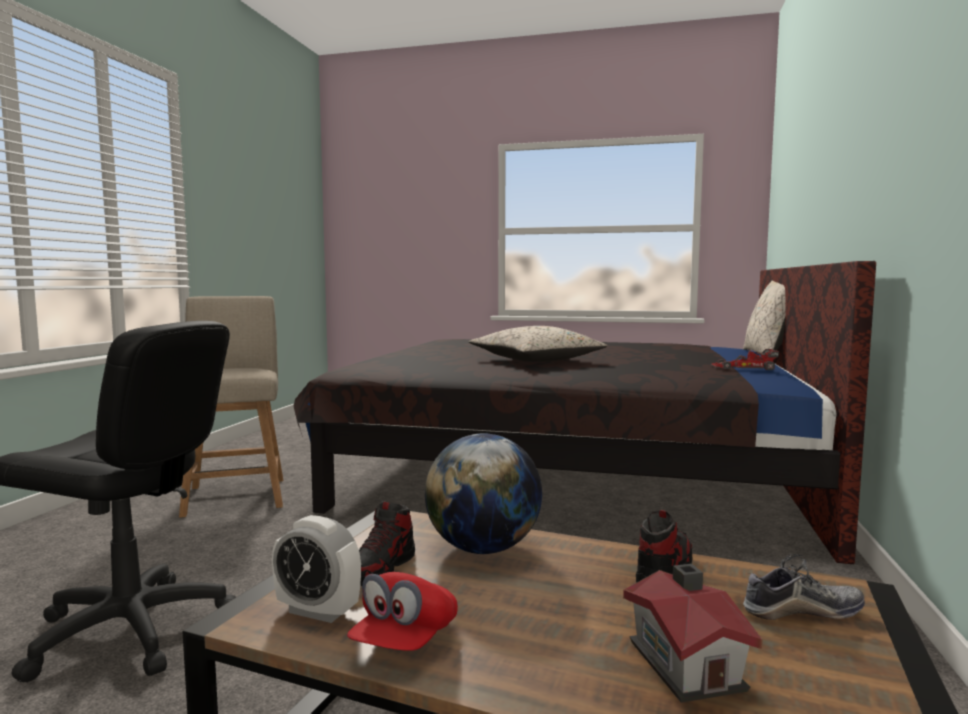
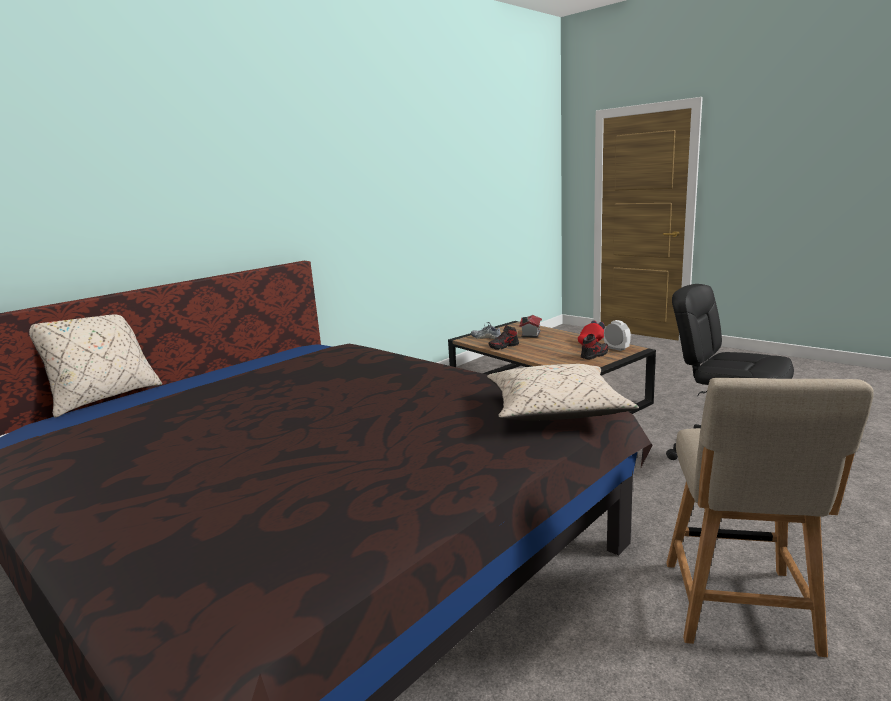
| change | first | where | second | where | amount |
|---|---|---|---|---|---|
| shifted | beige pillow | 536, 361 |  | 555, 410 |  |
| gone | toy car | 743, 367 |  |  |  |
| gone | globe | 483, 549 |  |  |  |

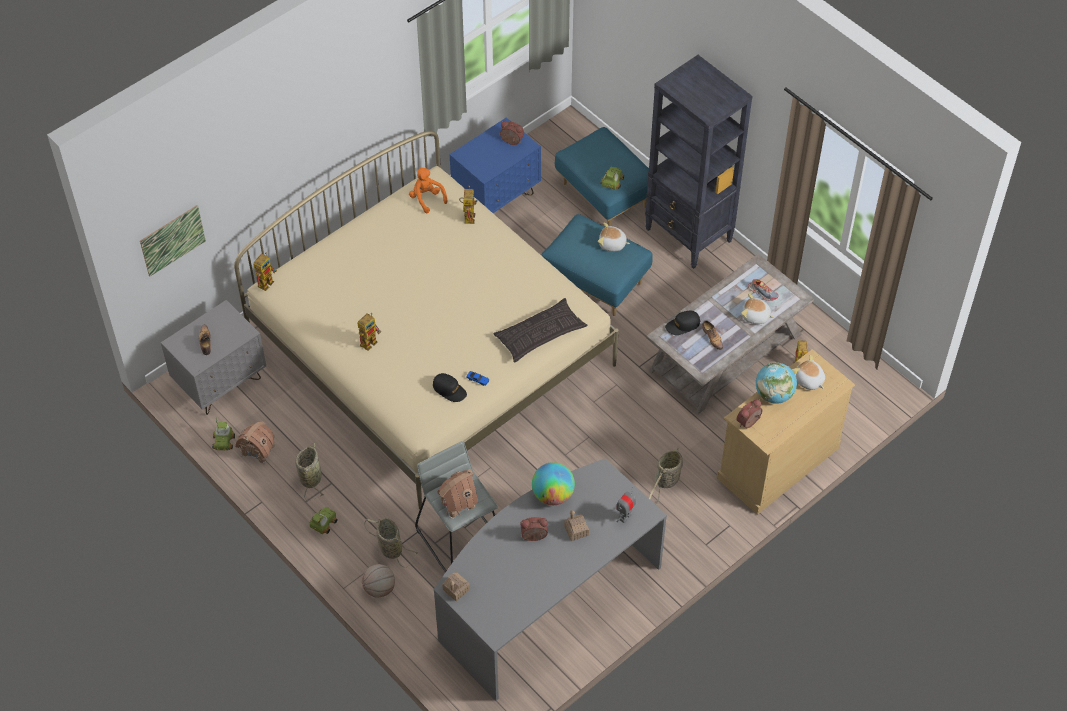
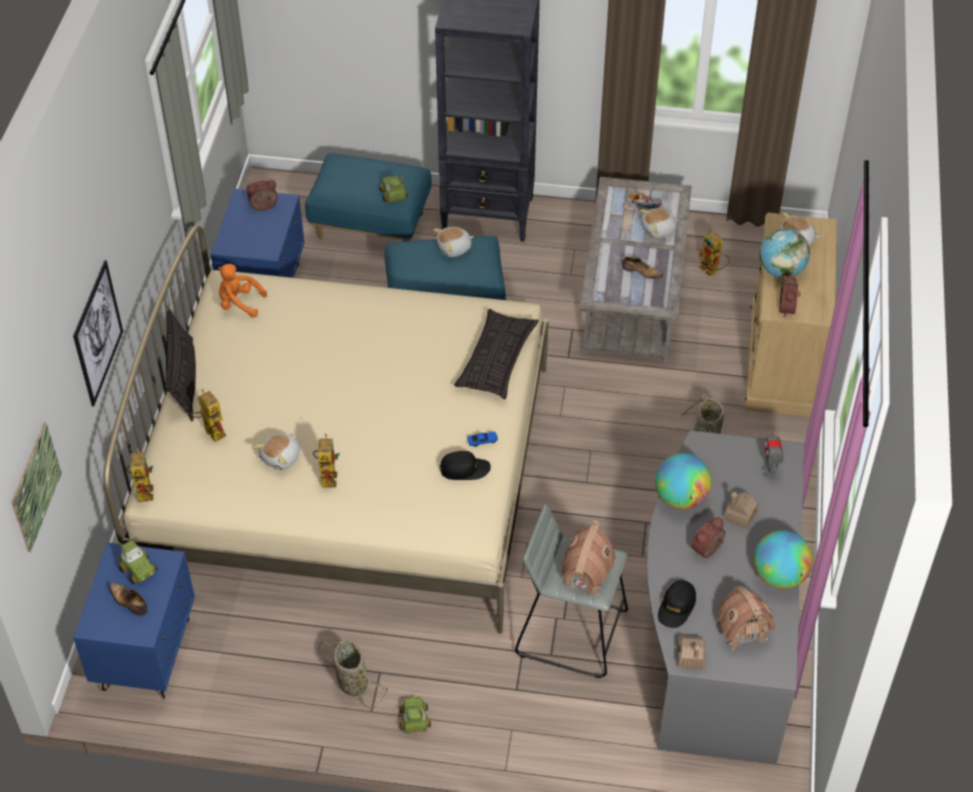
| change | first | where | second | where | amount |
|---|---|---|---|---|---|
| shifted | toy robot | 468, 215 |  | 211, 431 |  |
| repainted | grey nightstand | 221, 383 | blue nightstand | 146, 655 |  |
| shifted | black cap | 682, 325 |  | 676, 607 |  |
| shifted | toy car | 224, 442 |  | 139, 569 |  |
| shifted | toy house | 258, 450 |  | 742, 630 |  |
| gone | basket | 389, 548 |  |  |  |
| gone | basketball | 379, 589 |  |  |  |
| new |  |  | picture | 98, 333 |  |
| new |  |  | pillow | 184, 379 |  |
| new |  |  | plush toy | 281, 457 |  |
| new |  |  | globe | 779, 576 |  |

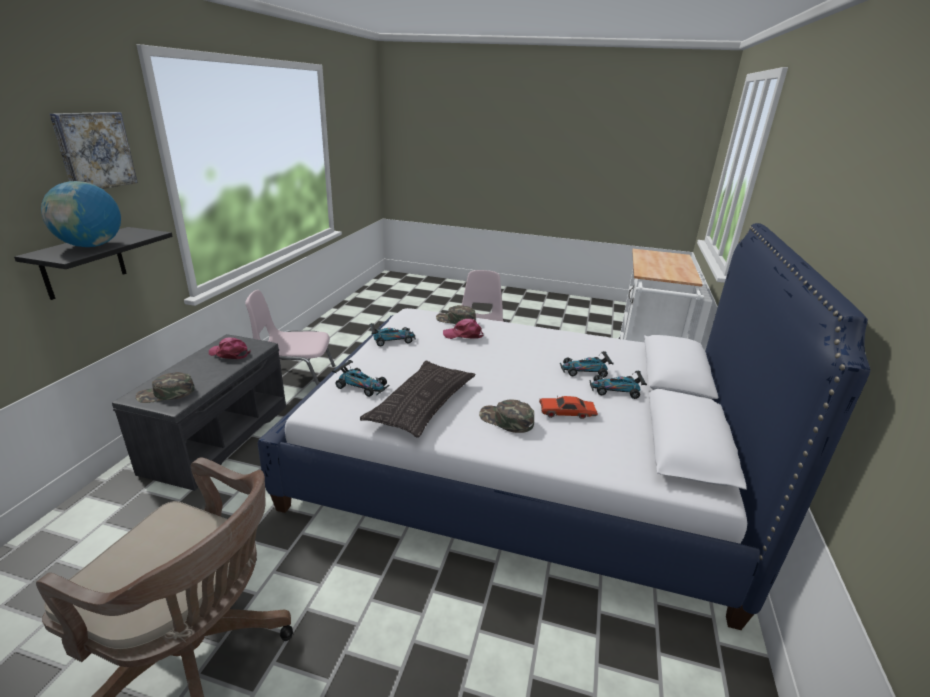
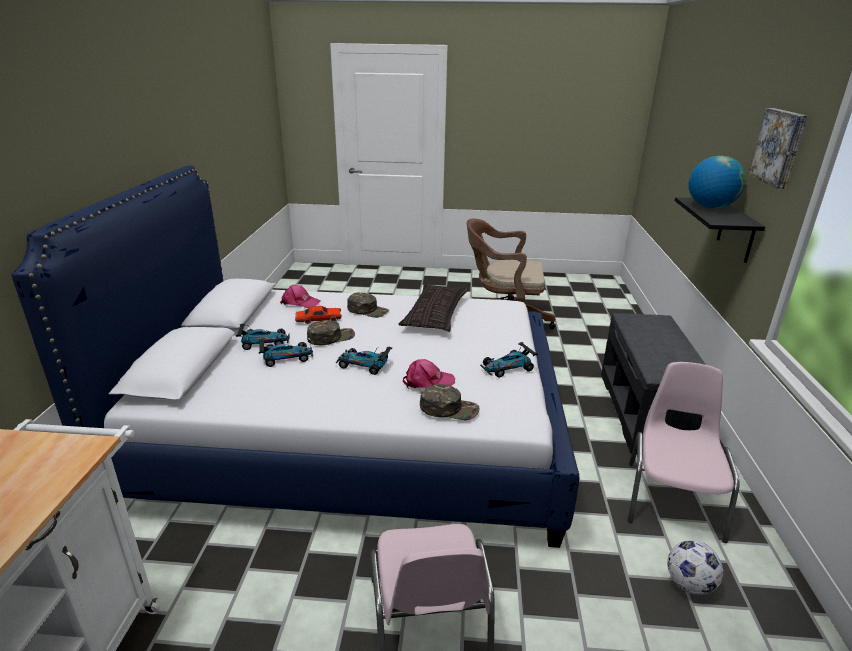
| change | first | where | second | where | amount |
|---|---|---|---|---|---|
| rotated | pink chair | 296, 379 |  | 672, 498 | 60 degrees counterclockwise |
| shifted | pink cap | 229, 353 |  | 300, 302 |  |
| shifted | toy car | 361, 386 |  | 364, 364 |  |
| shifted | green cap | 166, 394 |  | 331, 337 |  |
| new |  |  | football | 689, 584 |  |

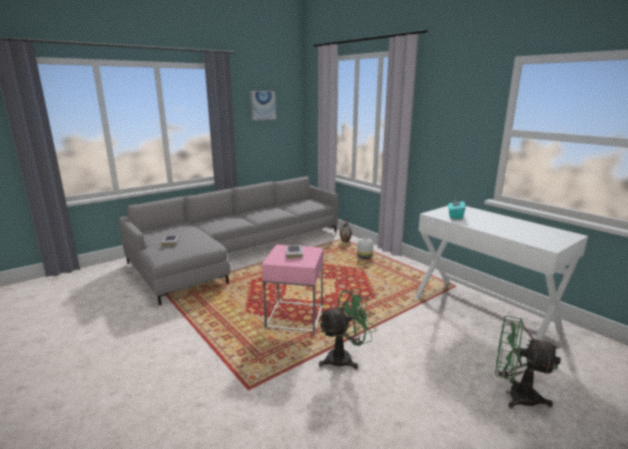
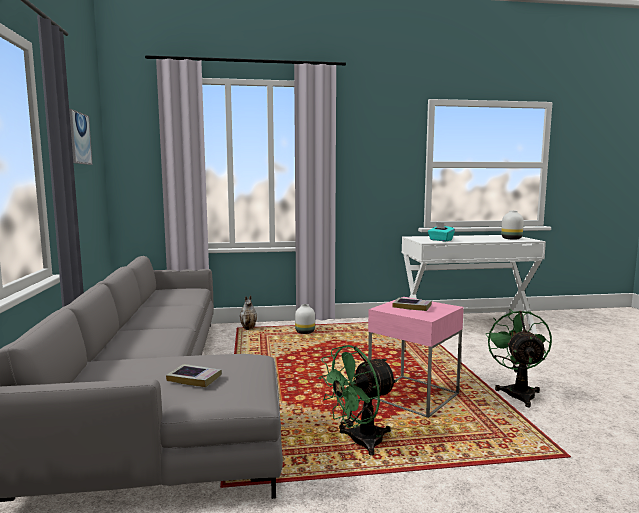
| change | first | where | second | where | amount |
|---|---|---|---|---|---|
| shifted | green fan | 514, 395 |  | 359, 442 |  |
| new |  |  | white vase | 511, 239 |  |

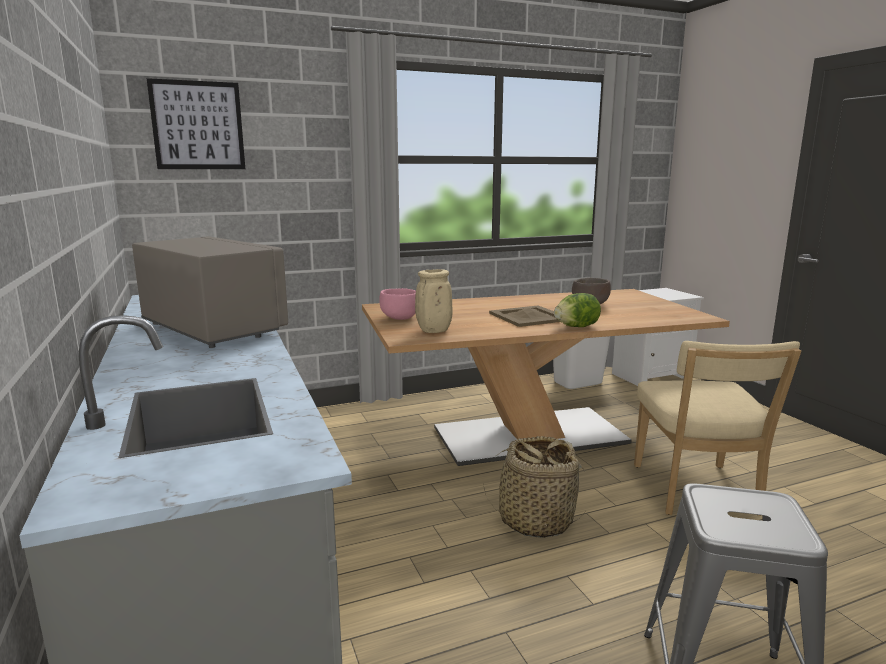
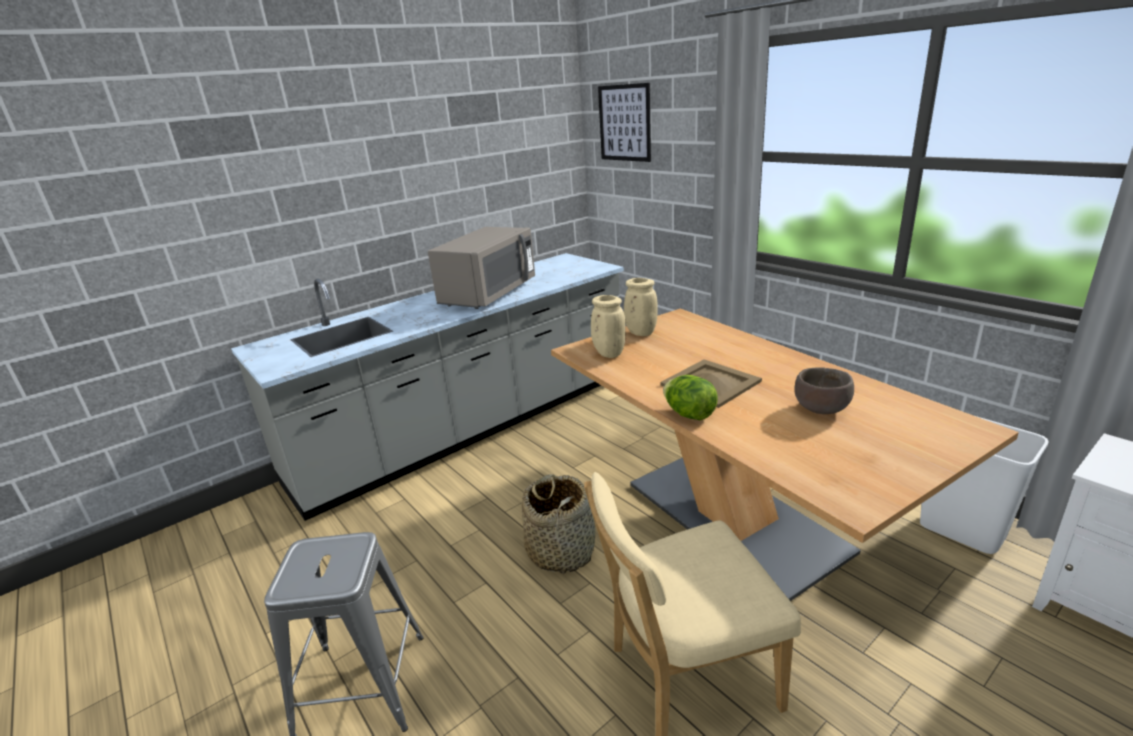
| change | first | where | second | where | amount |
|---|---|---|---|---|---|
| swapped | pink bowl | 400, 319 | beige vase | 640, 333 |  |

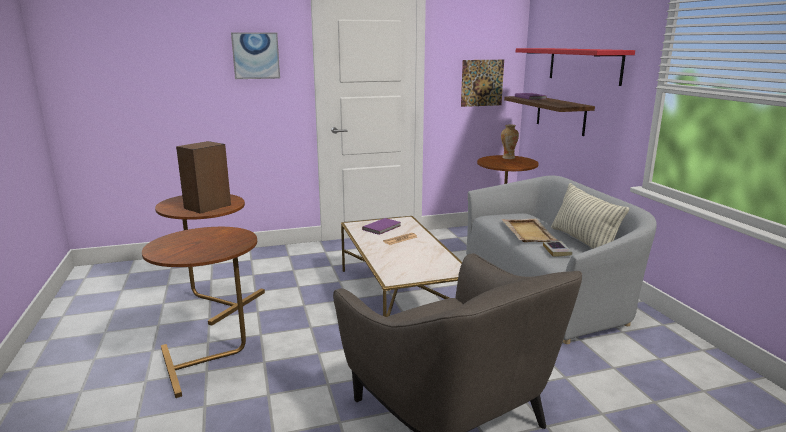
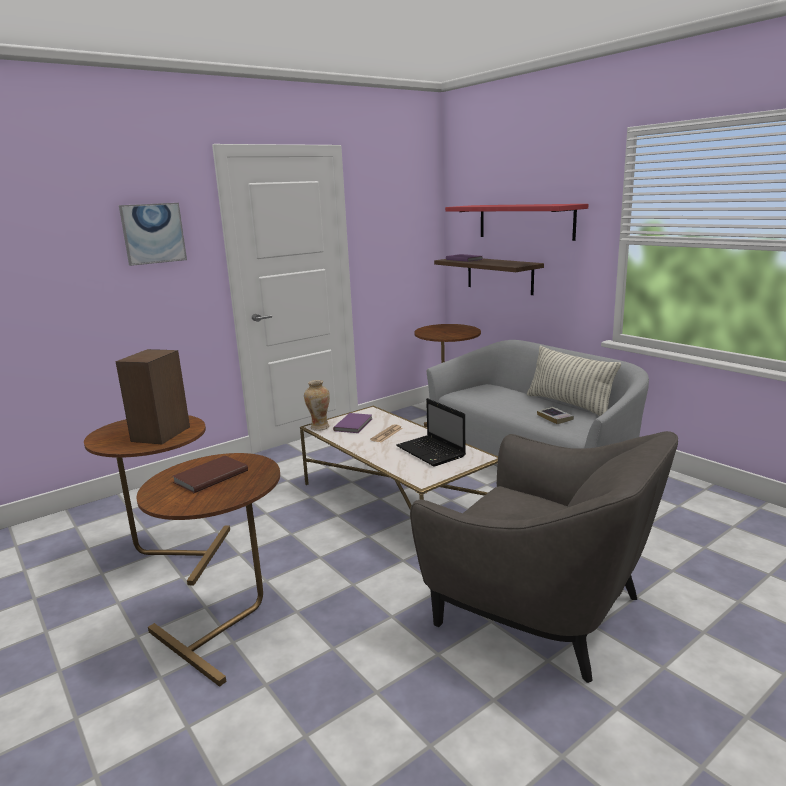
| change | first | where | second | where | amount |
|---|---|---|---|---|---|
| gone | picture | 482, 83 |  |  |  |
| shifted | vase | 508, 158 |  | 319, 427 |  |
| gone | beige tray | 528, 232 |  |  |  |
| new |  |  | laptop | 432, 452 |  |
| new |  |  | brown book | 209, 476 |  |

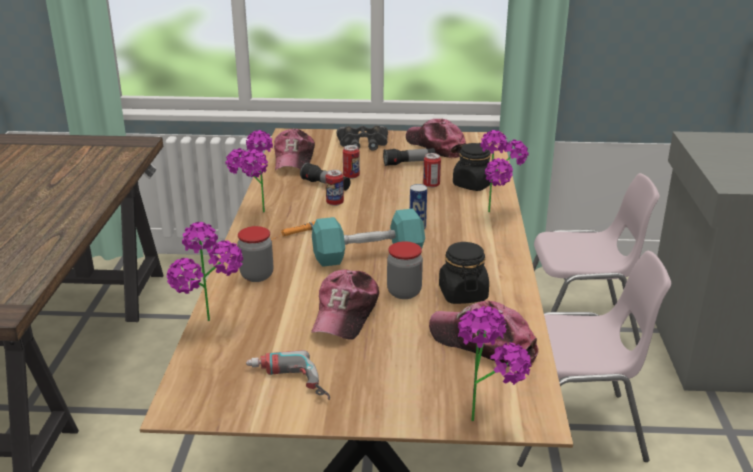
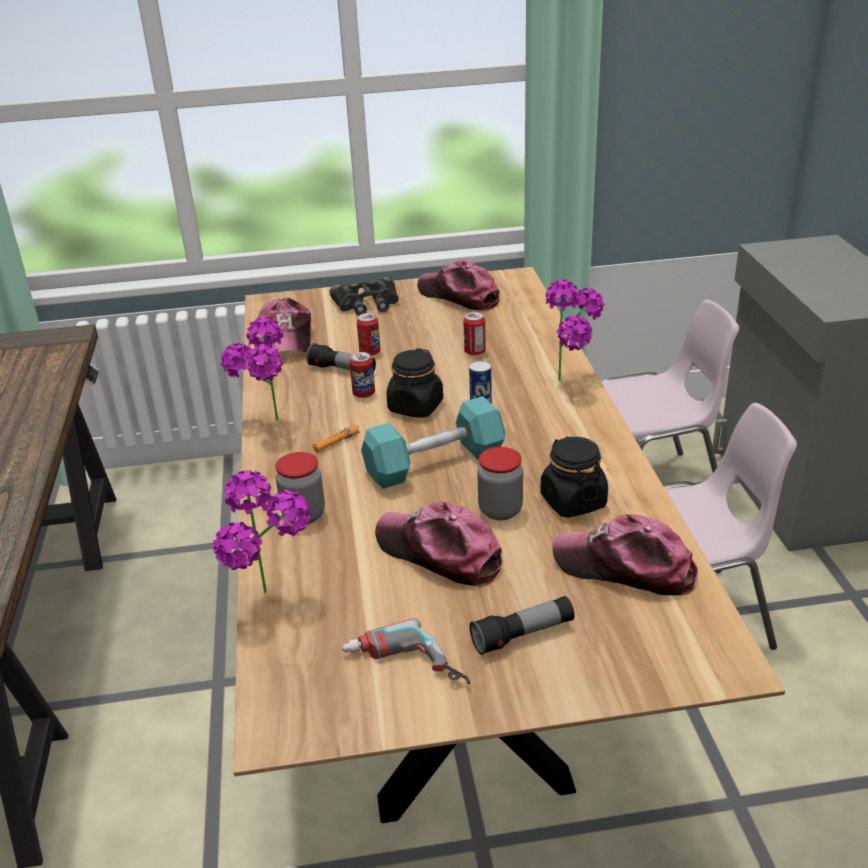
| change | first | where | second | where | amount |
|---|---|---|---|---|---|
| shifted | black jar | 473, 185 |  | 415, 407 |  |
| shifted | flashlight | 409, 163 |  | 523, 635 |  |
| rotated | cap | 346, 314 |  | 439, 553 | 120 degrees clockwise |
| gone | potted plant | 485, 415 |  |  |  |

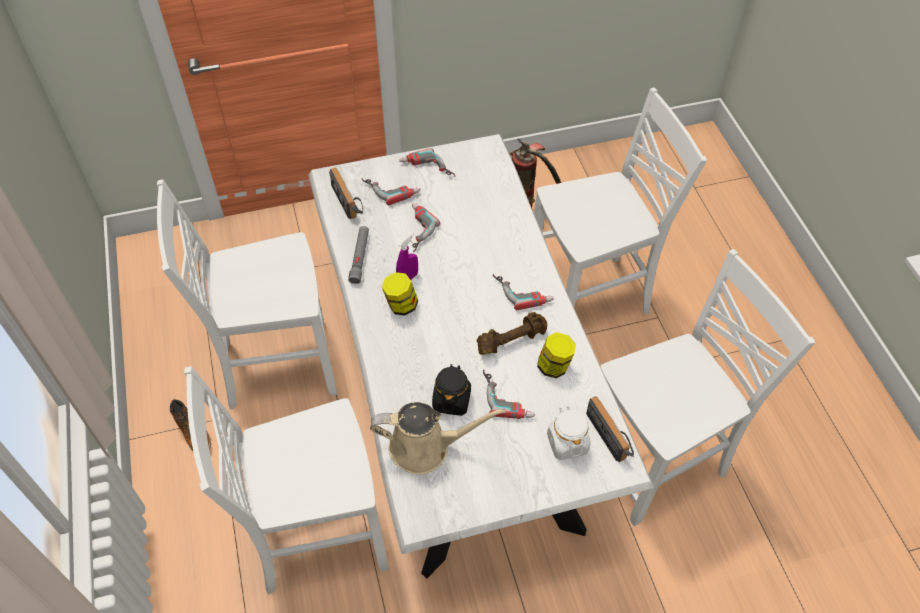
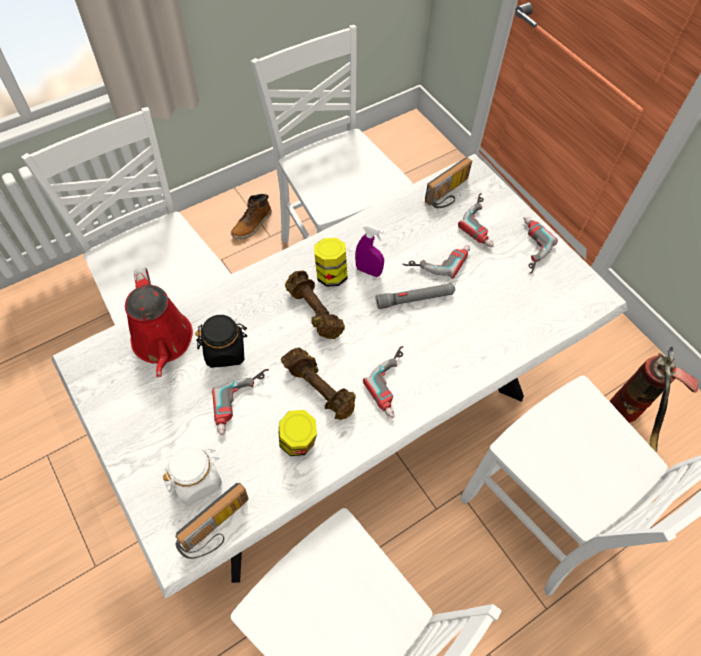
| change | first | where | second | where | amount |
|---|---|---|---|---|---|
| shifted | grey flashlight | 360, 257 |  | 415, 299 |  |
| repainted | beige watering can | 425, 447 | red watering can | 163, 343 |  |
| new |  |  | brown dumbbell | 313, 312 |  |

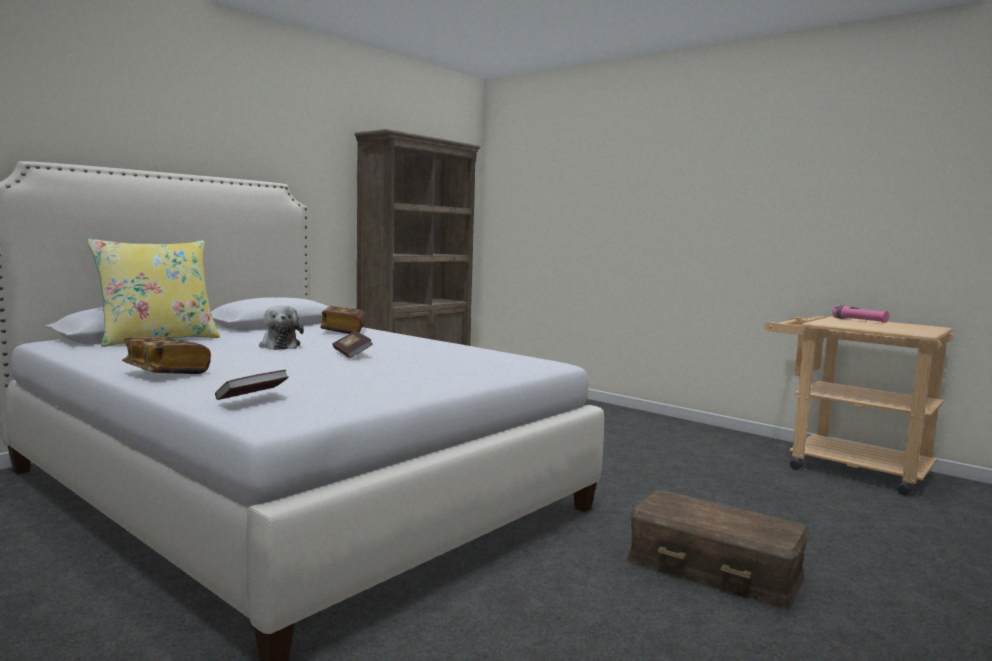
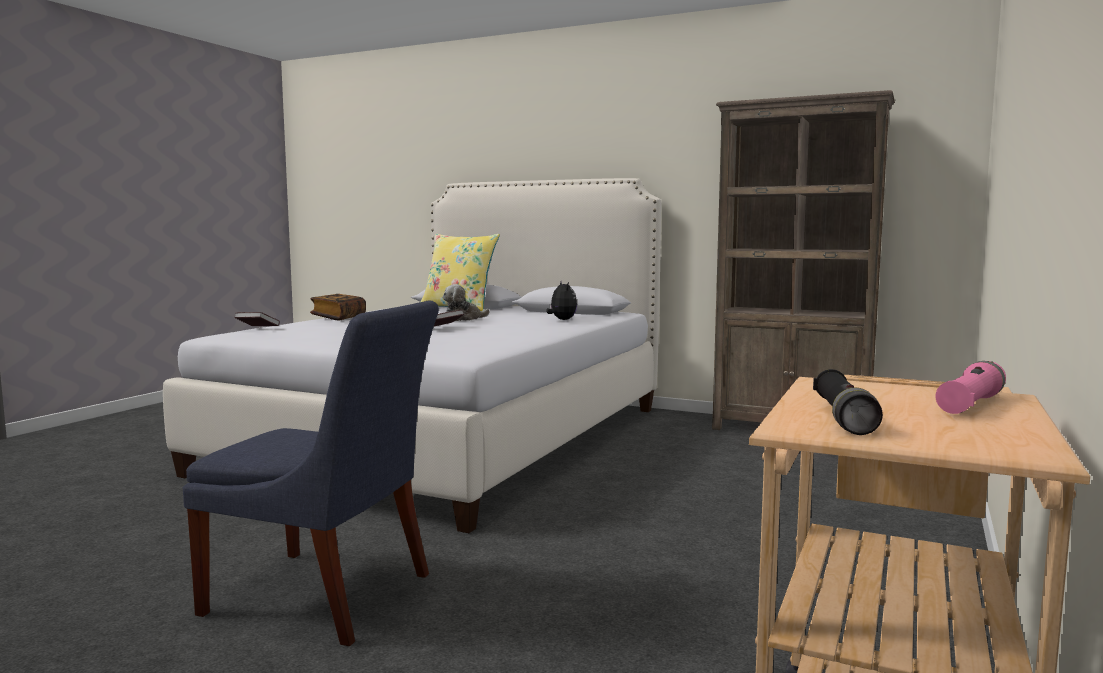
| change | first | where | second | where | amount |
|---|---|---|---|---|---|
| swapped | book | 343, 331 | plush toy | 561, 320 |  |
| swapped | brown storage box | 714, 568 | blue chair | 326, 596 |  |
| new |  |  | black flashlight | 843, 418 |  |

